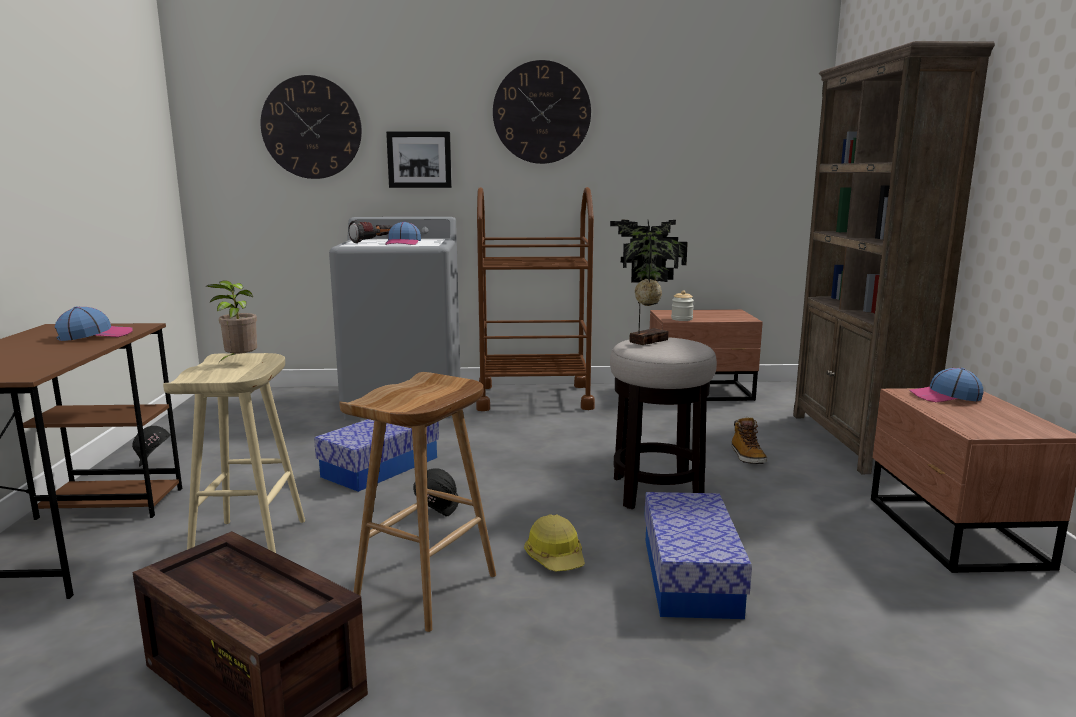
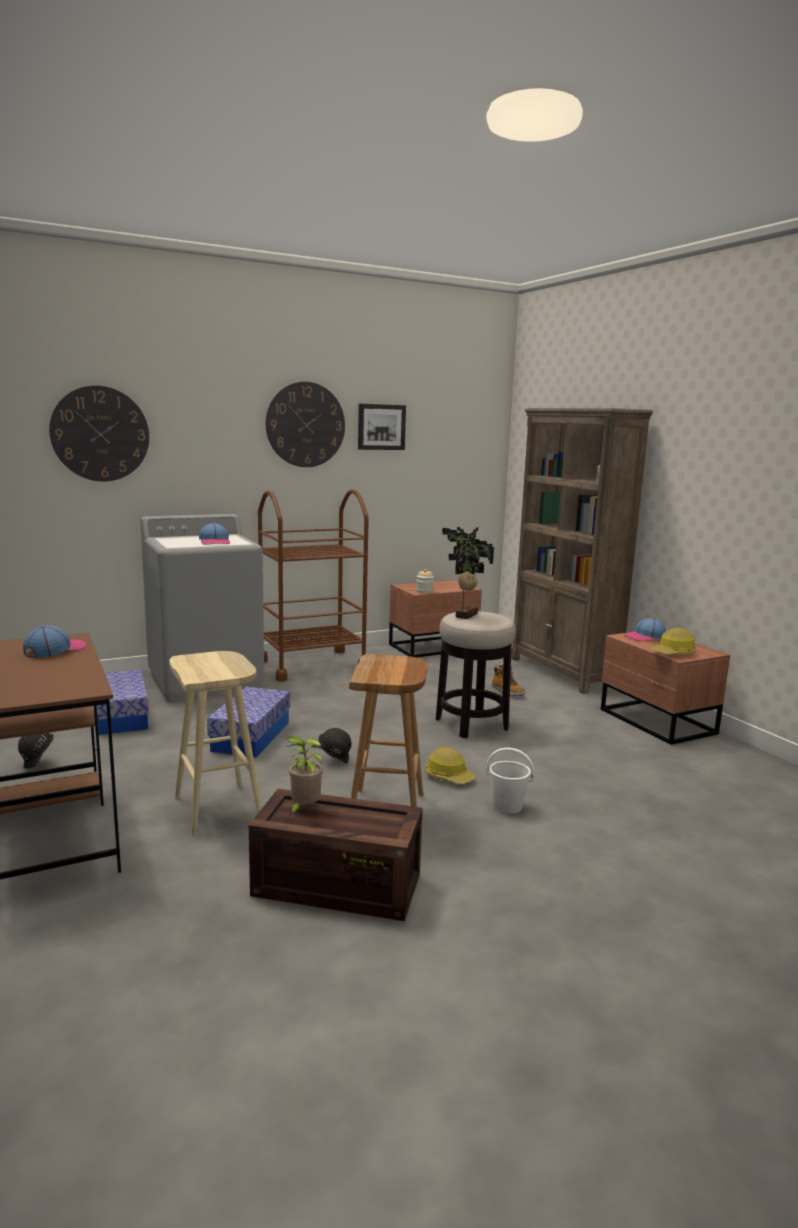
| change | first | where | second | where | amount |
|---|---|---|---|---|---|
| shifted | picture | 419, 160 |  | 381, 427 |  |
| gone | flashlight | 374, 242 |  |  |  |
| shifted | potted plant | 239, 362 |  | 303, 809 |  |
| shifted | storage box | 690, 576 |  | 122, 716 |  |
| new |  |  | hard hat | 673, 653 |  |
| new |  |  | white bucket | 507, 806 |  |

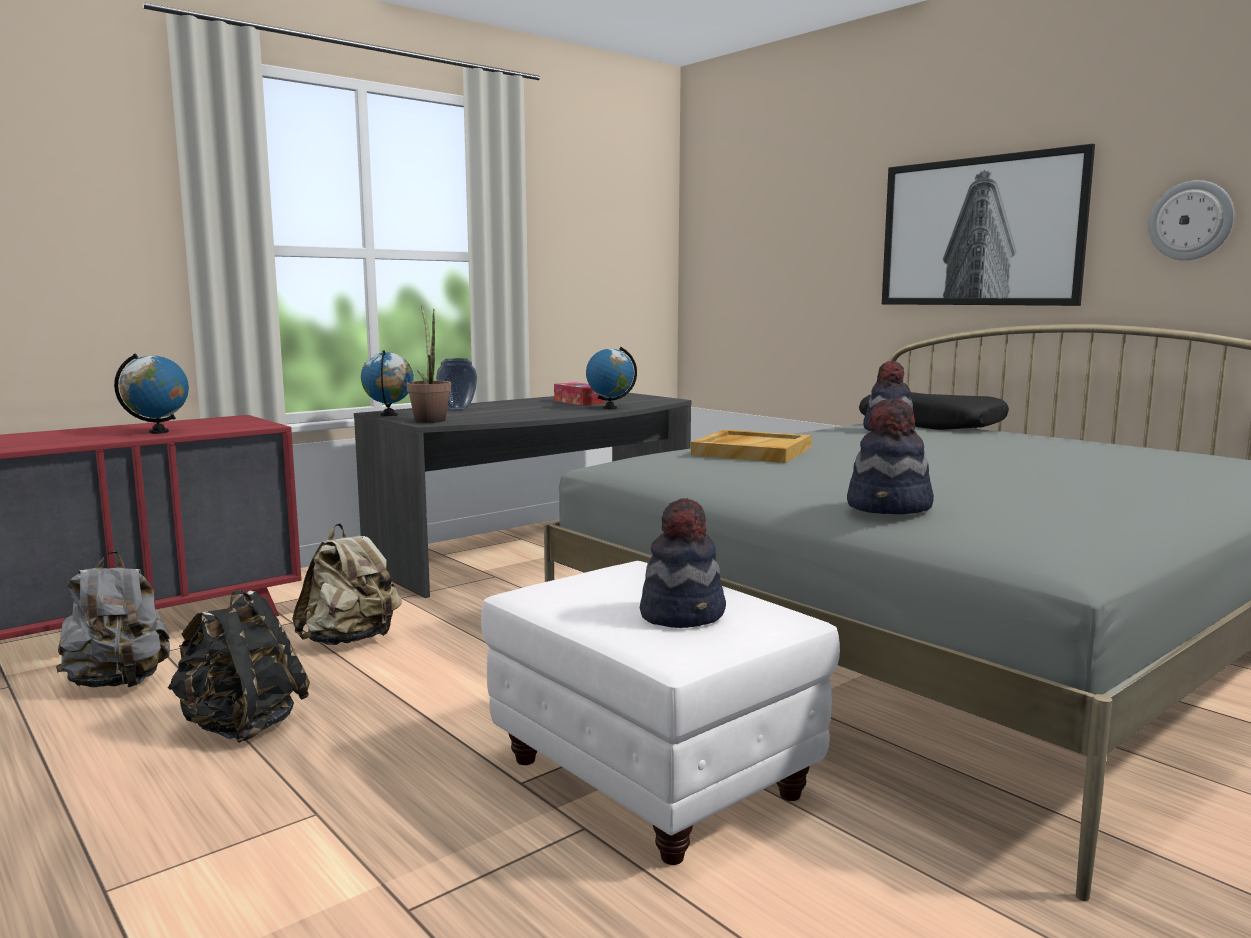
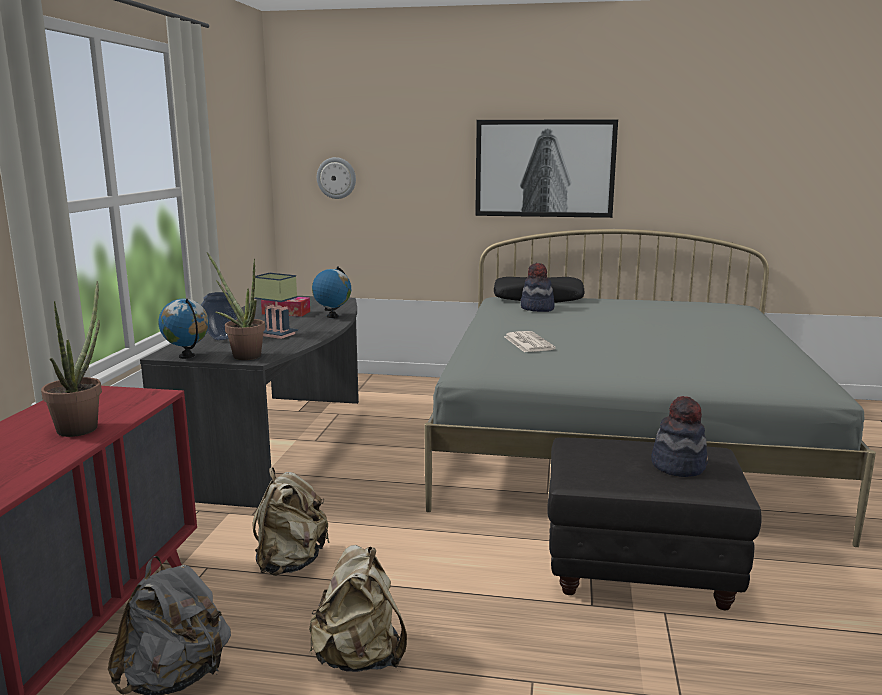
| change | first | where | second | where | amount |
|---|---|---|---|---|---|
| shifted | wall clock | 1191, 220 |  | 336, 178 |  |
| swapped | globe | 158, 432 | potted plant | 82, 426 |  |
| gone | hat | 890, 507 |  |  |  |
| swapped | beige tray | 751, 451 | newspaper | 527, 342 |  |
| repainted | white ottoman | 653, 776 | black ottoman | 639, 569 |  |
| repainted | black backpack | 241, 726 | beige backpack | 359, 658 |  |
| new |  |  | table lamp | 280, 334 |  |

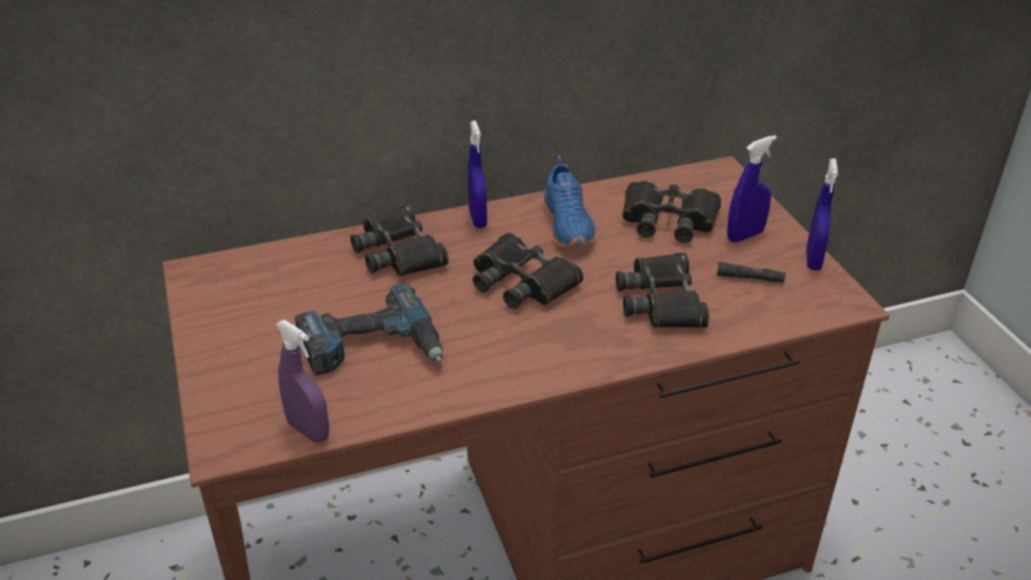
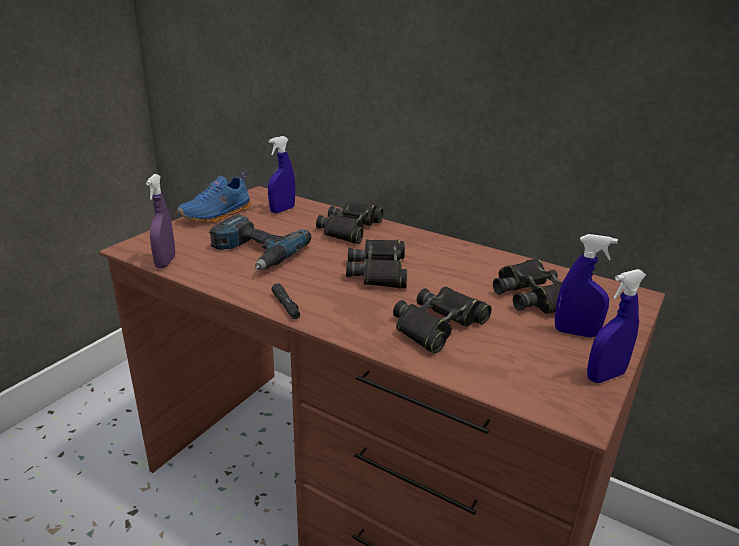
| change | first | where | second | where | amount |
|---|---|---|---|---|---|
| shifted | blue spray bottle | 477, 219 |  | 282, 210 |  |
| shifted | blue shoe | 569, 225 |  | 217, 215 |  |
| shifted | black flashlight | 750, 278 |  | 286, 306 |  |

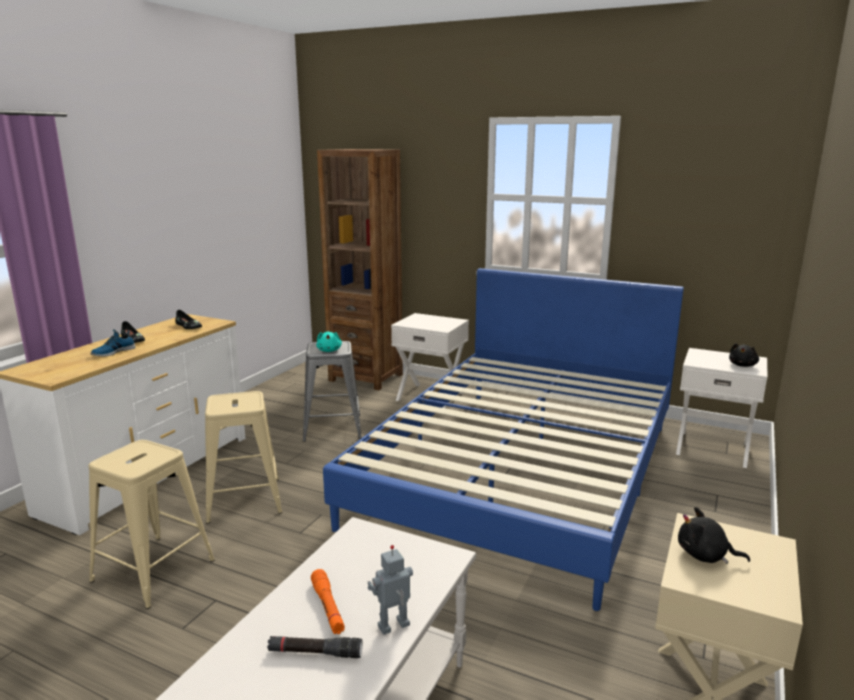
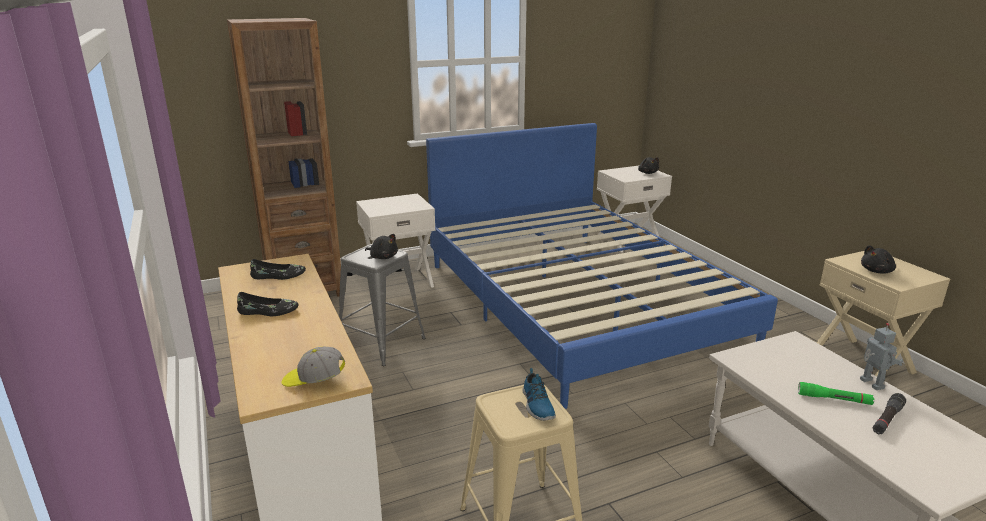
| change | first | where | second | where | amount |
|---|---|---|---|---|---|
| shifted | shoe | 113, 352 |  | 537, 405 |  |
| repainted | turquoise plush toy | 329, 350 | black plush toy | 383, 257 |  |
| gone | beige stool | 244, 499 |  |  |  |
| rotated | toy robot | 394, 627 |  | 870, 384 | 150 degrees clockwise |
| repainted | orange flashlight | 328, 607 | green flashlight | 834, 399 |  |
| new |  |  | cap | 314, 380 |  |

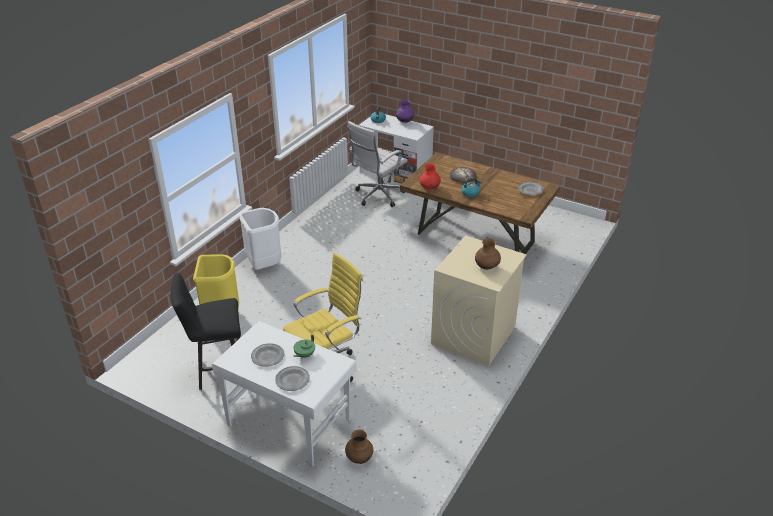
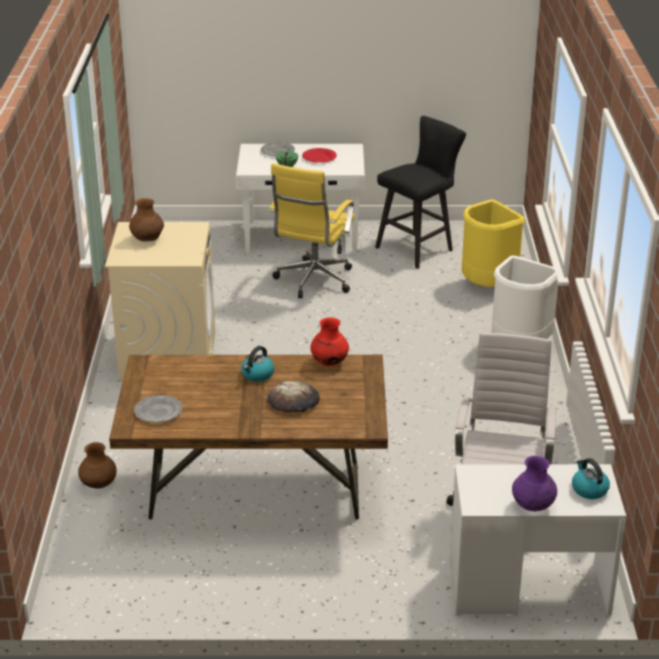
| change | first | where | second | where | amount |
|---|---|---|---|---|---|
| repainted | grey plate | 268, 356 | red plate | 319, 158 |  |
| shifted | brown vase | 359, 458 |  | 99, 485 |  |

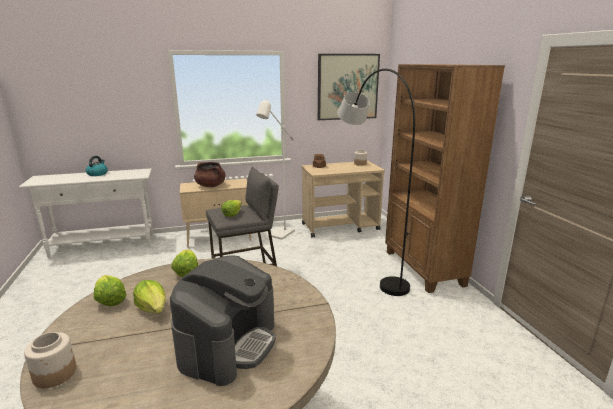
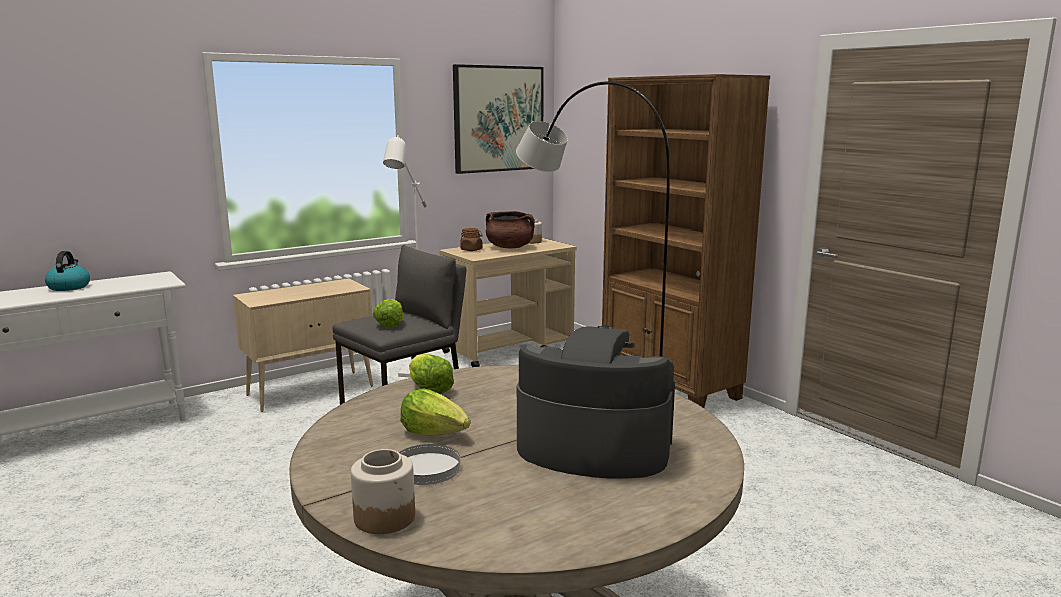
| change | first | where | second | where | amount |
|---|---|---|---|---|---|
| shifted | brown cooking pot | 211, 186 |  | 510, 247 |  |
| rotated | coffee machine | 228, 343 |  | 593, 447 | 75 degrees counterclockwise |
| gone | lettuce | 110, 300 |  |  |  |
| new |  |  | white plate | 427, 468 |  |

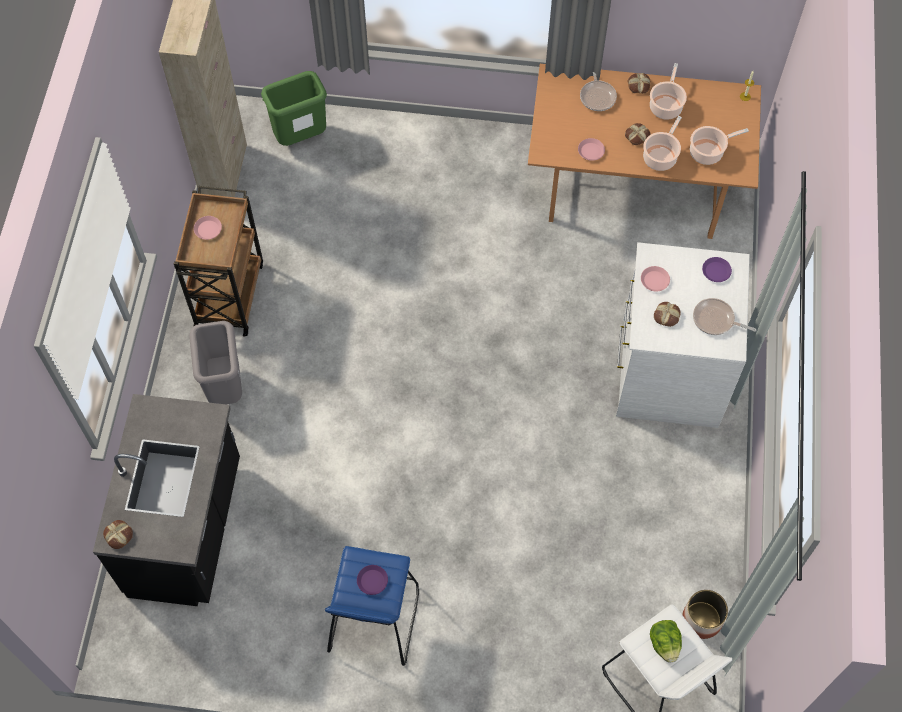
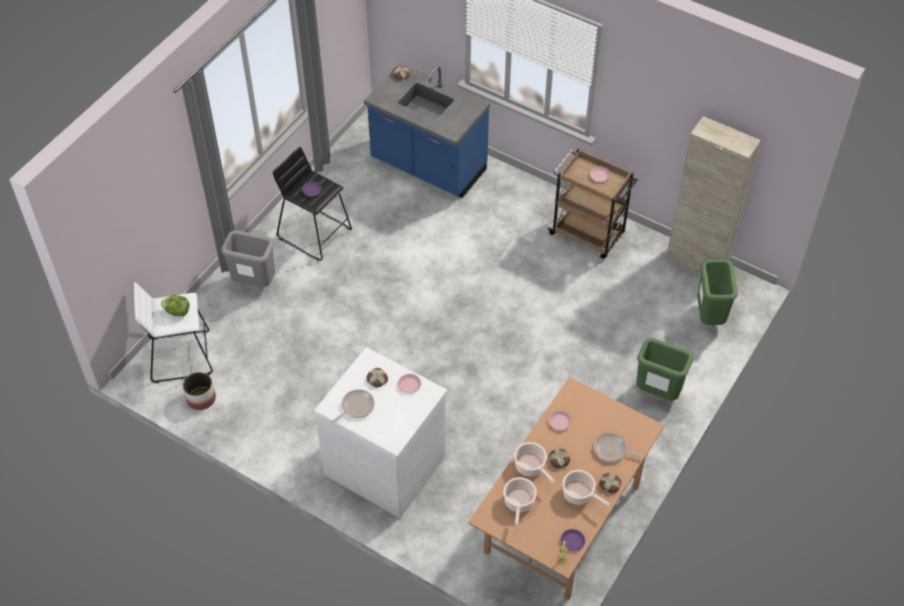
| change | first | where | second | where | amount |
|---|---|---|---|---|---|
| shifted | purple plate | 716, 271 |  | 572, 541 |  |
| shifted | grey trash can | 224, 387 |  | 255, 283 |  |
| repainted | black counter | 188, 529 | blue counter | 428, 167 |  |
| repainted | blue stool | 373, 619 | black stool | 315, 233 |  |
| new |  |  | green trash can | 657, 393 |  |

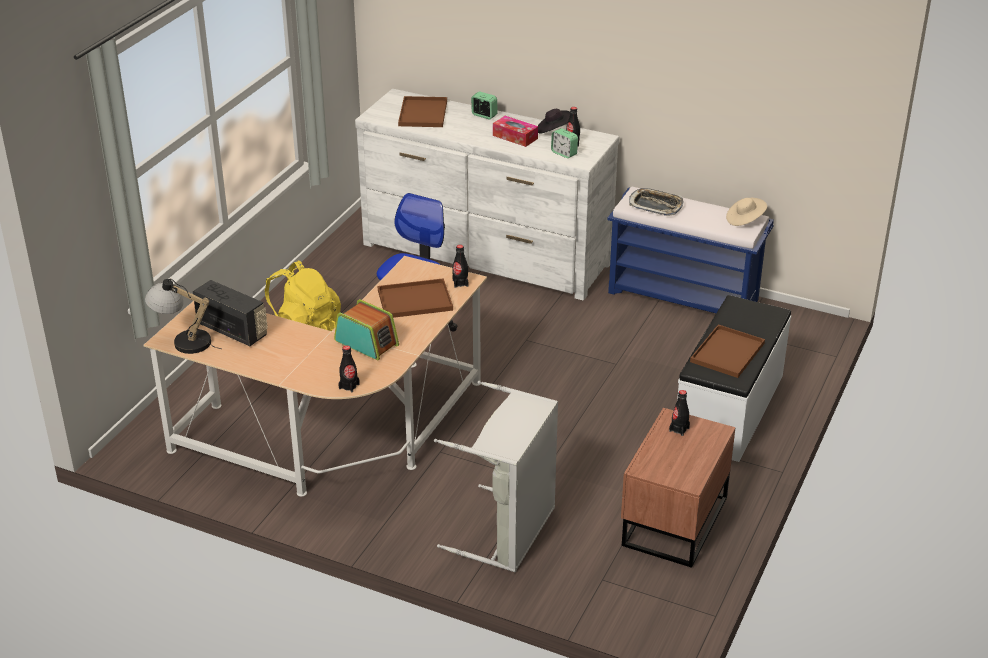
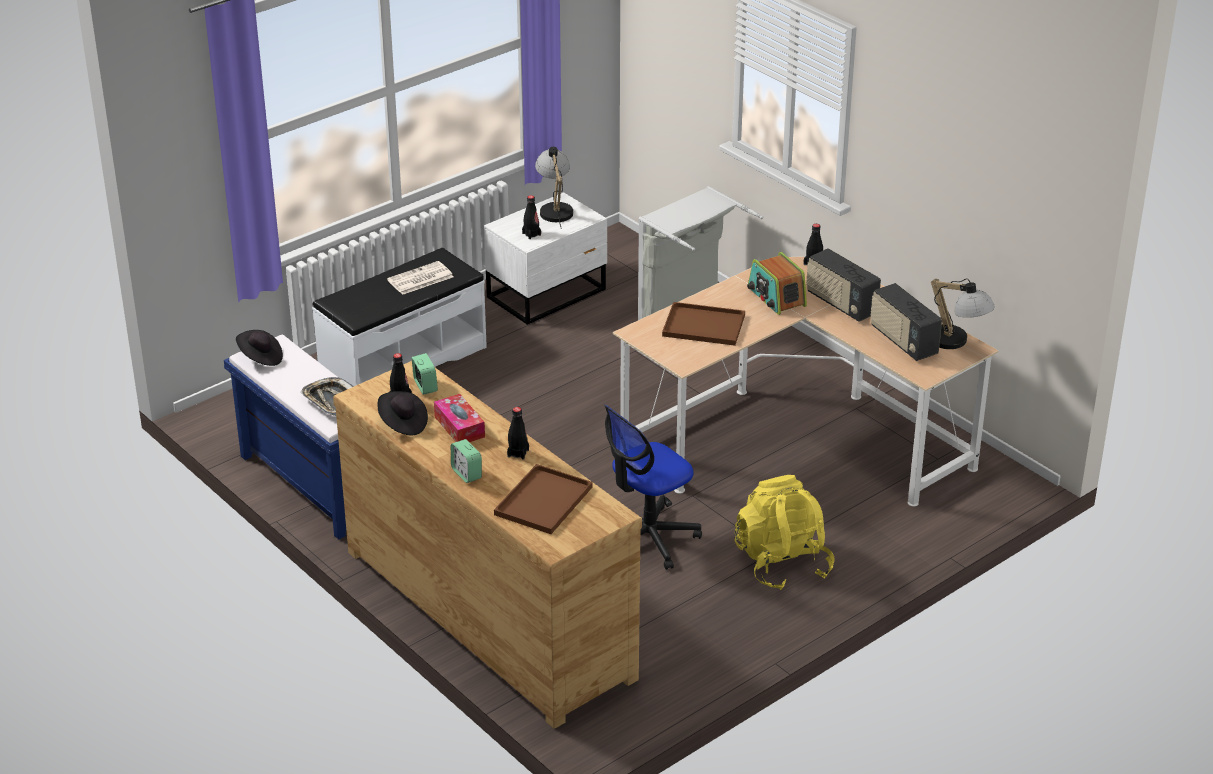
| change | first | where | second | where | amount |
|---|---|---|---|---|---|
| repainted | white dresser | 486, 254 | brown dresser | 489, 612 |  |
| repainted | beige hat | 745, 220 | black hat | 260, 358 |  |
| shifted | black bottle | 460, 283 |  | 518, 453 |  |
| swapped | brown tray | 727, 351 | newspaper | 420, 279 |  |
| repainted | brown nightstand | 672, 522 | white nightstand | 549, 294 |  |
| new |  |  | table lamp | 555, 209 |  |
| new |  |  | radio | 841, 304 |  |

